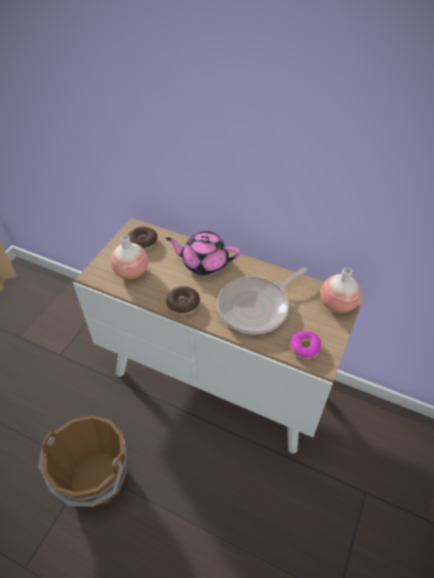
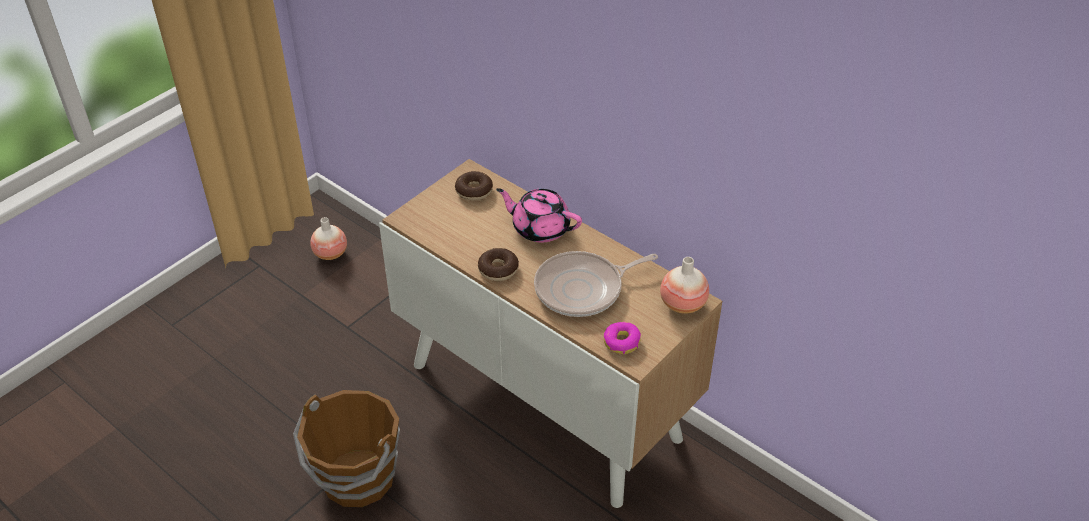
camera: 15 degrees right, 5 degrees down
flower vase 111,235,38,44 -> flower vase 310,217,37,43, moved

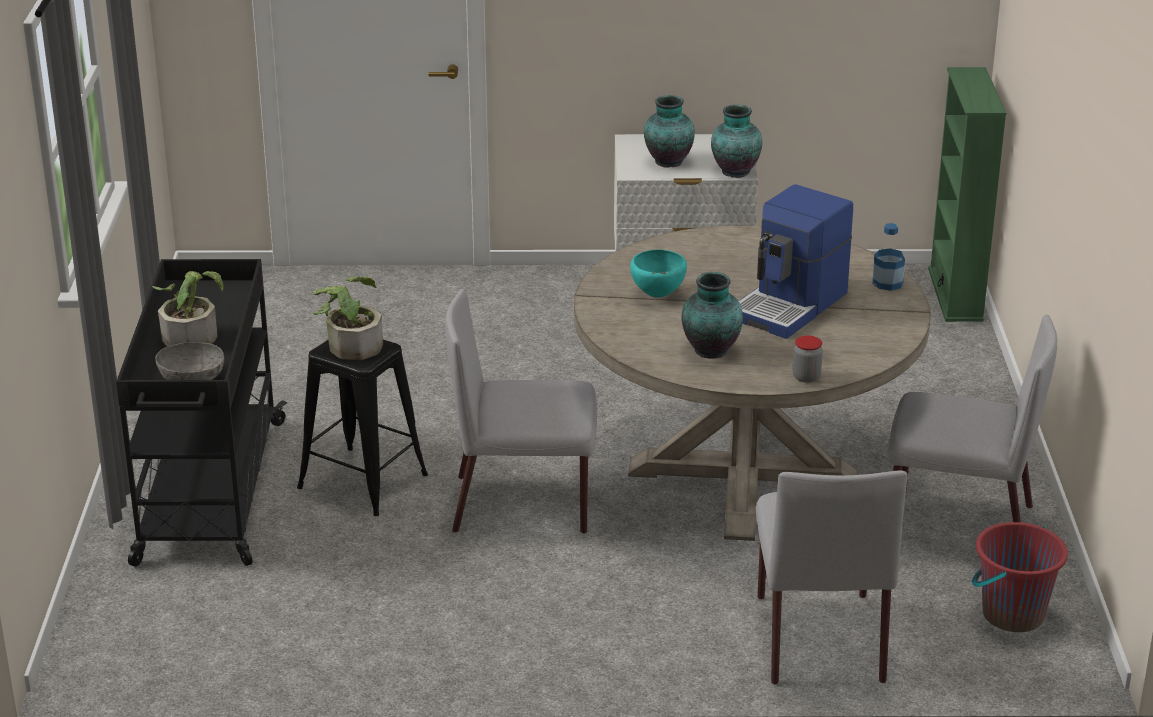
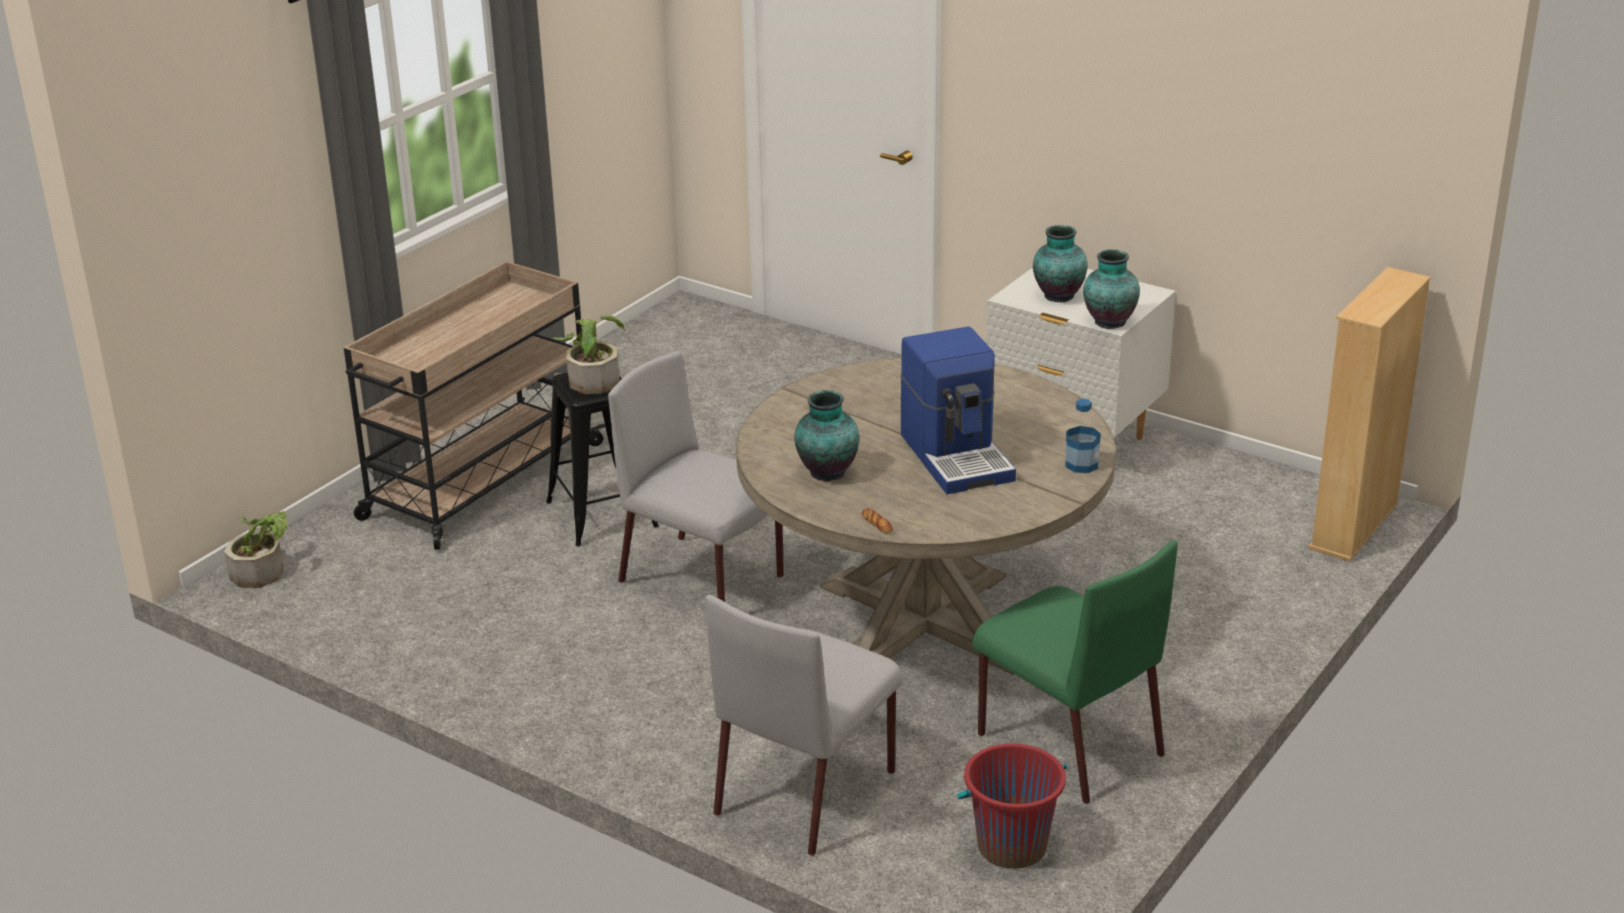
camera: 35 degrees right, 0 degrees up
deep dish/gray 155,342,69,38 -> none
deep dish/turquoise-coloured 630,250,57,48 -> none
plant in a pot 152,271,72,76 -> plant in a pot 224,511,63,77, moved
storage jar 793,336,30,47 -> baked bread 862,508,31,26
cart/blackish 116,259,171,307 -> cart/beige-coloured 344,261,261,289
chair/gray 888,314,170,208 -> chair/greenish 973,541,205,263
shelving unit/greenish 928,67,79,255 -> shelving unit/beige-coloured 1308,267,123,295
coffee machine 739,184,114,155 -> coffee machine 900,326,116,168, 90 degrees counterclockwise

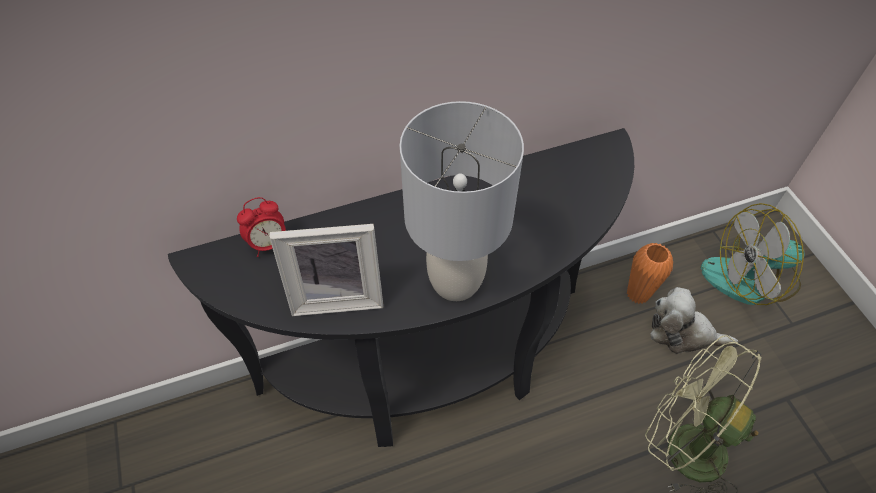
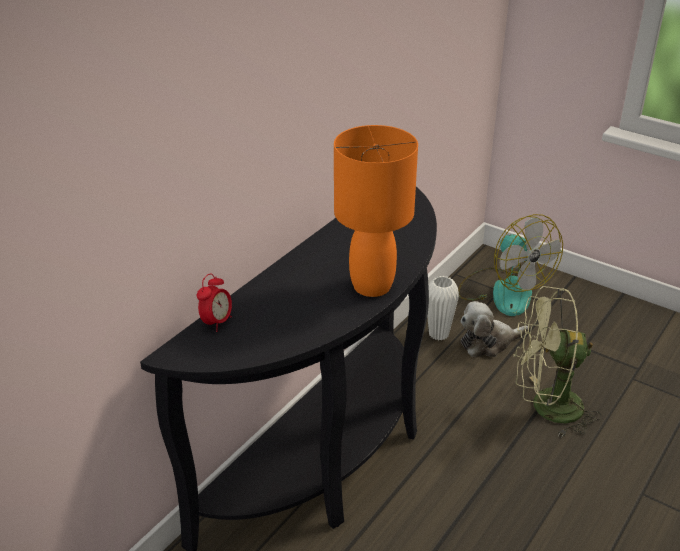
camera: 35 degrees left, 20 degrees down
picture frame 269,224,114,92 -> none
tabletop lamp/gray 399,101,125,200 -> tabletop lamp/orangey 334,125,84,172
flower vase/orangey 627,243,46,61 -> flower vase/white-coloured 427,276,32,65
cooling fan 701,203,104,102 -> cooling fan 458,214,105,102, 75 degrees counterclockwise

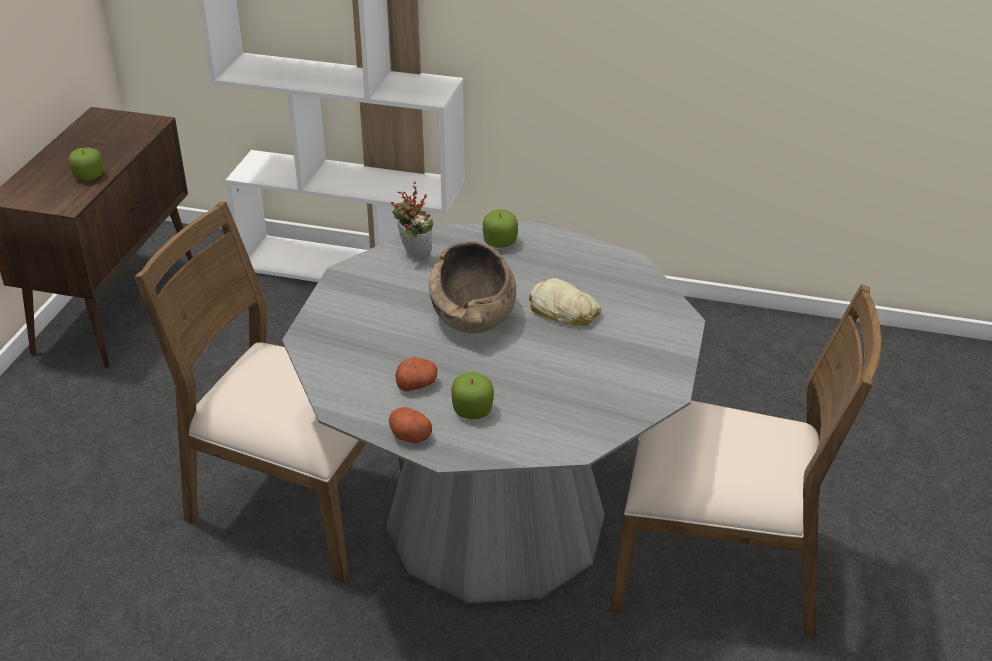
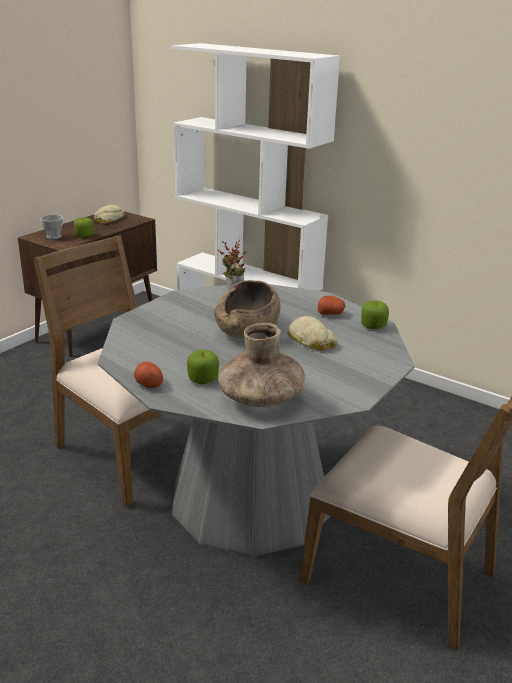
camera: 20 degrees right, 10 degrees down
none -> cup 40,215,23,24
none -> baked bread 94,205,31,19
none -> flower vase/brown 218,323,87,84
whole potato 395,357,42,34 -> whole potato 318,296,27,19, moved
apple fruit 483,209,35,39 -> apple fruit 361,300,28,29, moved

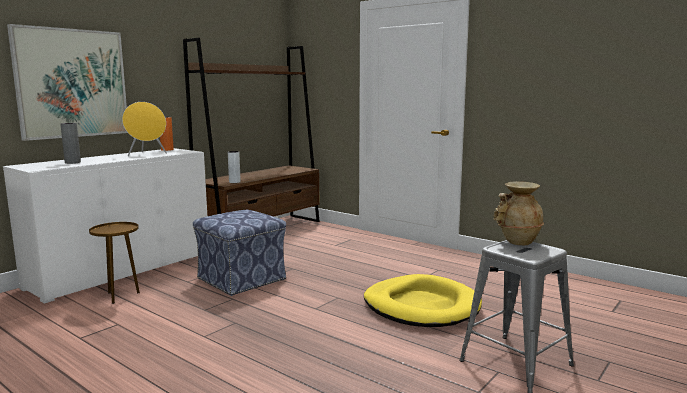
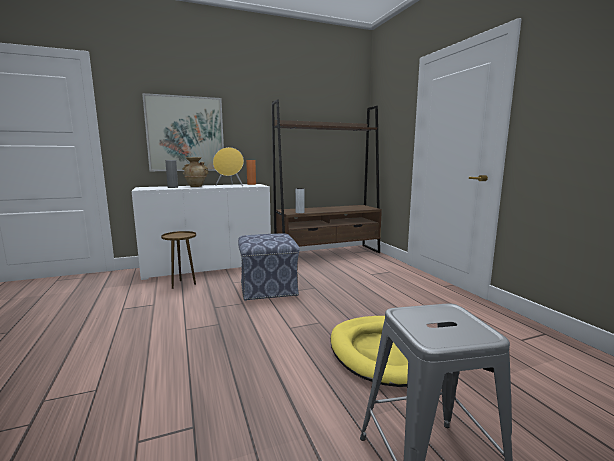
camera: 30 degrees right, 0 degrees up
flower vase/beige-coloured 493,181,51,64 -> flower vase/beige-coloured 182,157,27,30, moved

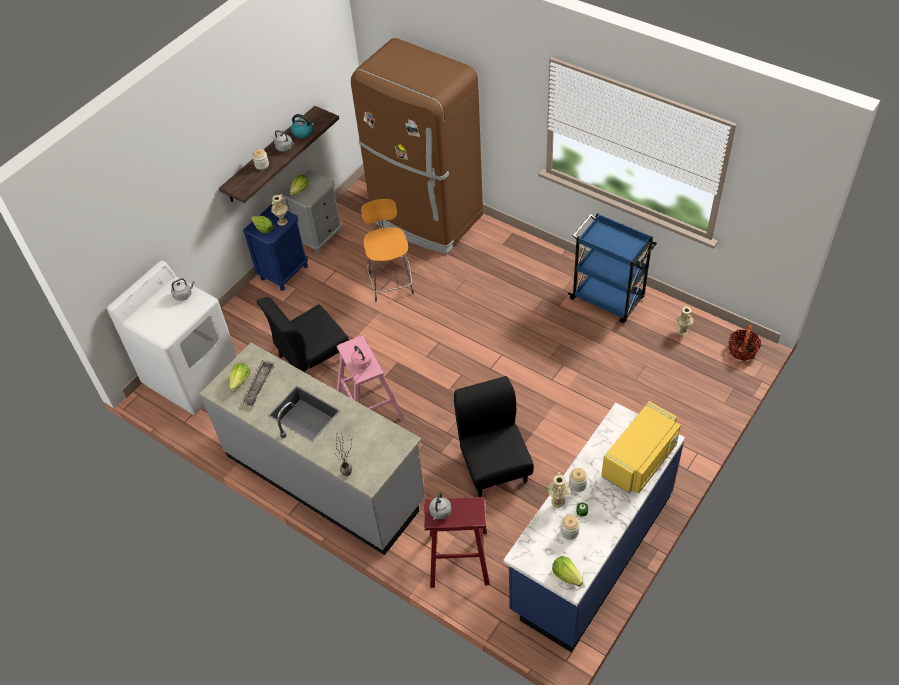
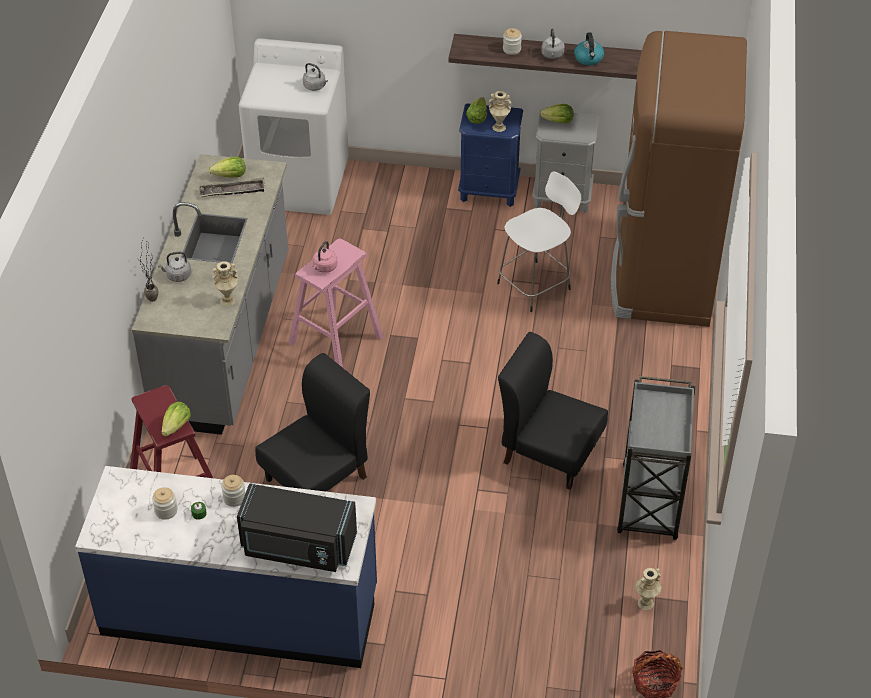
camera: 60 degrees right, 5 degrees down
chair/blackish 256,297,93,75 -> chair/blackish 498,332,110,158, moved
kettle/gray 429,493,22,27 -> kettle/gray 157,252,34,30, moved
flower vase/beige-coloured 548,472,21,36 -> flower vase/beige-coloured 212,261,26,45, moved
lettuce 552,556,31,31 -> lettuce 161,402,30,35, moved
stool seat/orangey 361,199,53,102 -> stool seat/white-coloured 497,171,85,141
cart/blue-coloured 568,213,89,110 -> cart/gray 617,376,79,164
kitchen microwave/yellowish 601,401,80,93 -> kitchen microwave/blackish 237,483,120,89

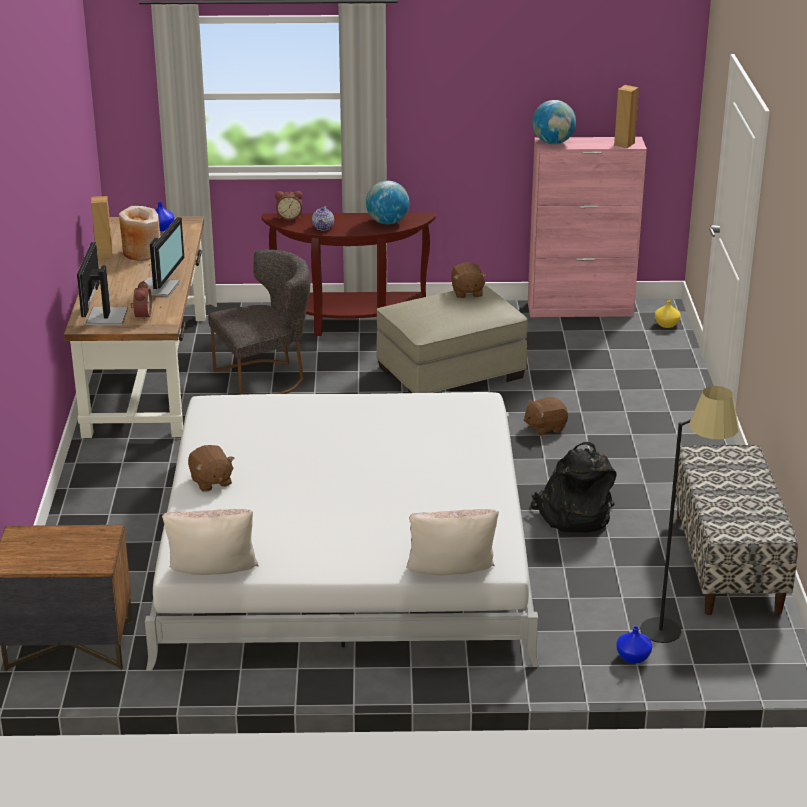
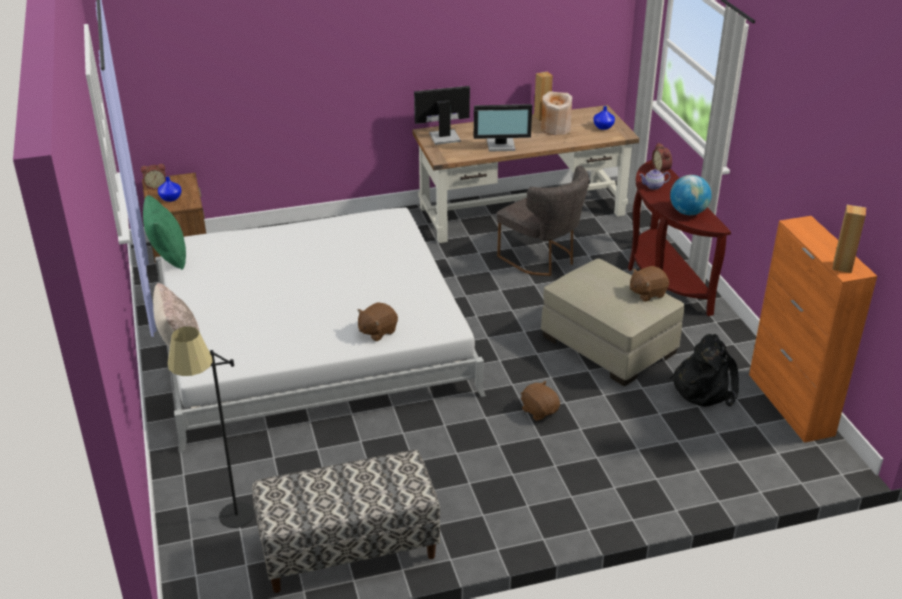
camera: 75 degrees right, 5 degrees up
world globe 532,100,44,44 -> none
flower vase/yellowish 655,300,26,28 -> none
bedside clock 130,281,22,40 -> bedside clock 141,164,25,26, moved
plush toy/brown 188,445,46,47 -> plush toy/brown 357,302,41,39, moved
rucksack/blackish 531,442,86,90 -> rucksack/blackish 670,334,69,73, moved
flower vase/blue-coloured 616,626,36,38 -> flower vase/blue-coloured 158,177,24,25, moved
throw pillow/beige-coloured 162,509,97,66 -> throw pillow/greenish 143,195,43,75
cabinet/pink 528,137,119,180 -> cabinet/orangey 749,216,128,227

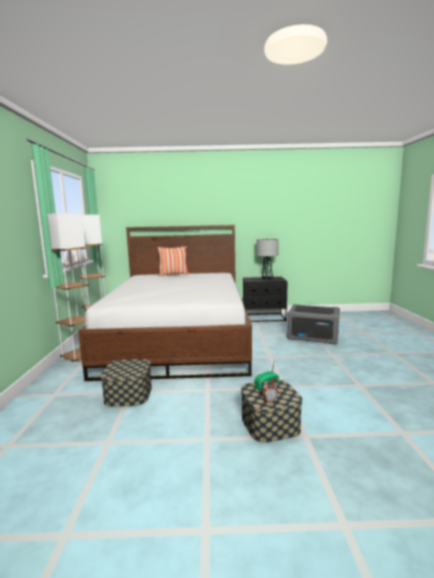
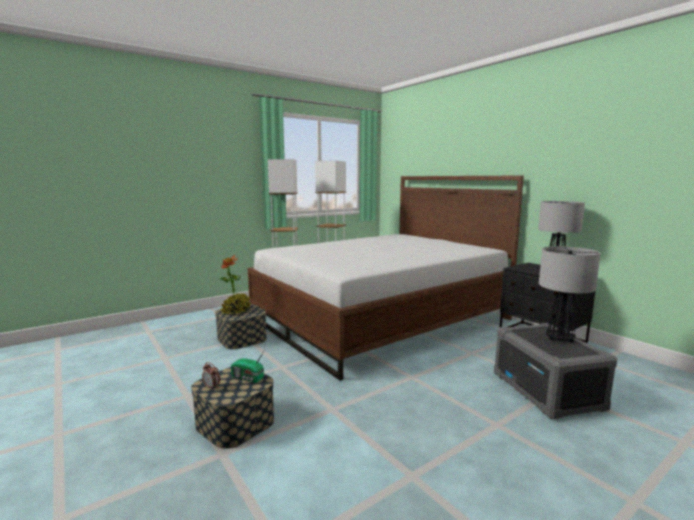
camera: 55 degrees right, 0 degrees up
throw pillow 157,246,32,30 -> none
none -> plant in a pot 220,255,31,59
none -> tabletop lamp 539,246,62,96

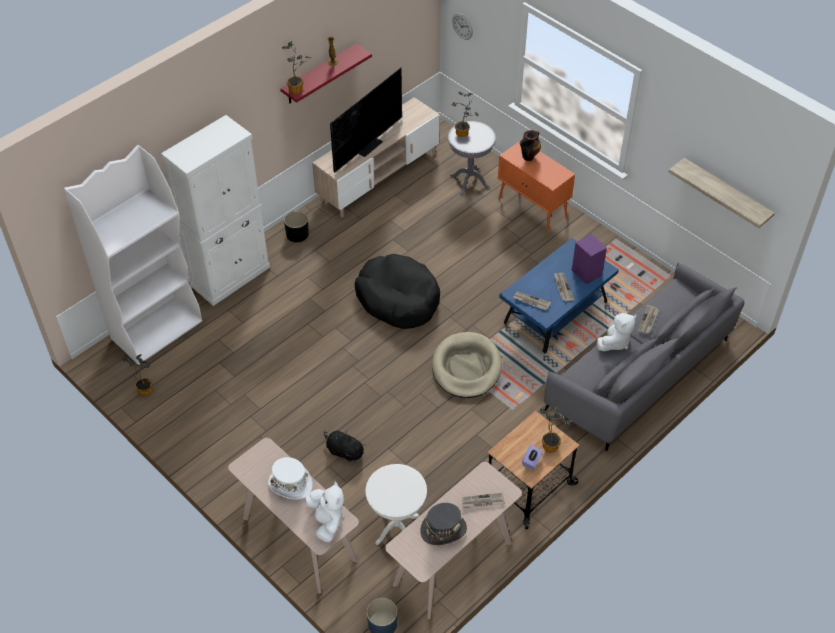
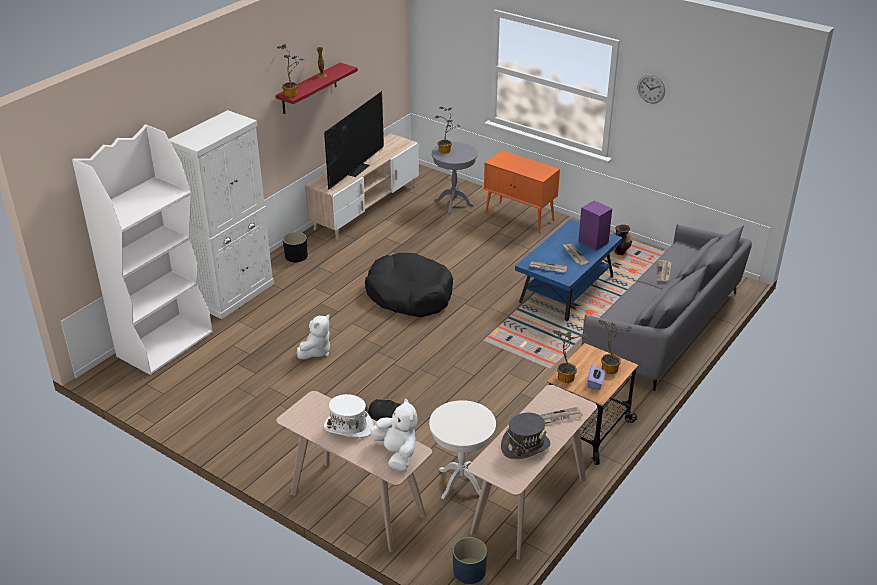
camera: 10 degrees left, 15 degrees down
pet bed/beige-coloured 432,332,70,66 -> none
bracket shelf 669,158,106,70 -> none
plant in a pot 123,354,29,42 -> plant in a pot 553,330,34,53, moved
wall clock 452,13,21,27 -> wall clock 638,75,27,29, moved
flower vase 519,130,22,31 -> flower vase 614,224,18,31, moved
plush toy/white-coloured 597,313,40,39 -> plush toy/white-coloured 297,314,33,46, moved

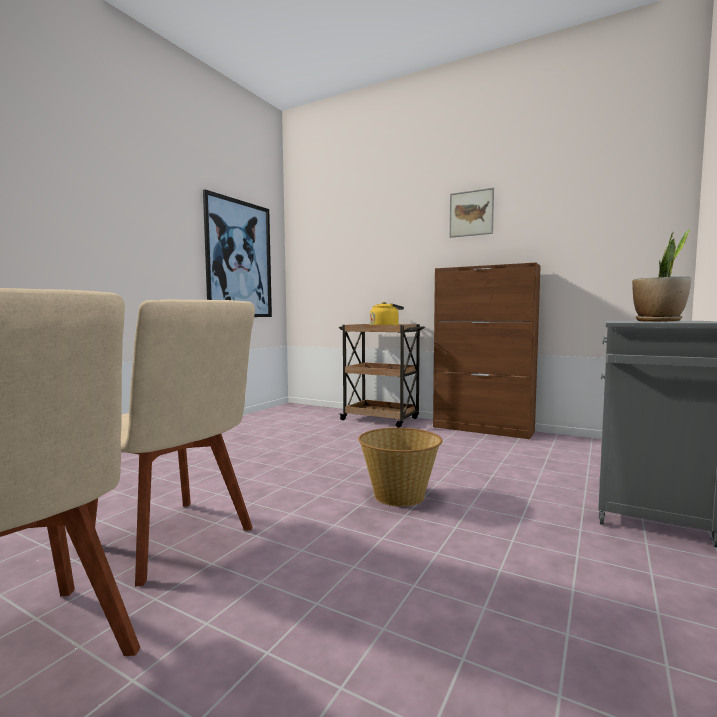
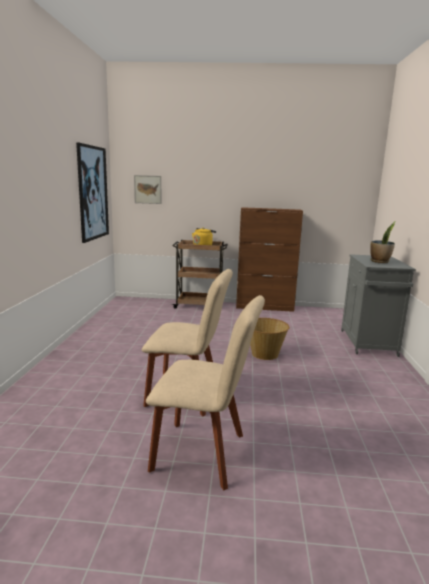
camera: 25 degrees left, 10 degrees up
wall art 449,188,45,50 -> wall art 134,175,27,29, moved

